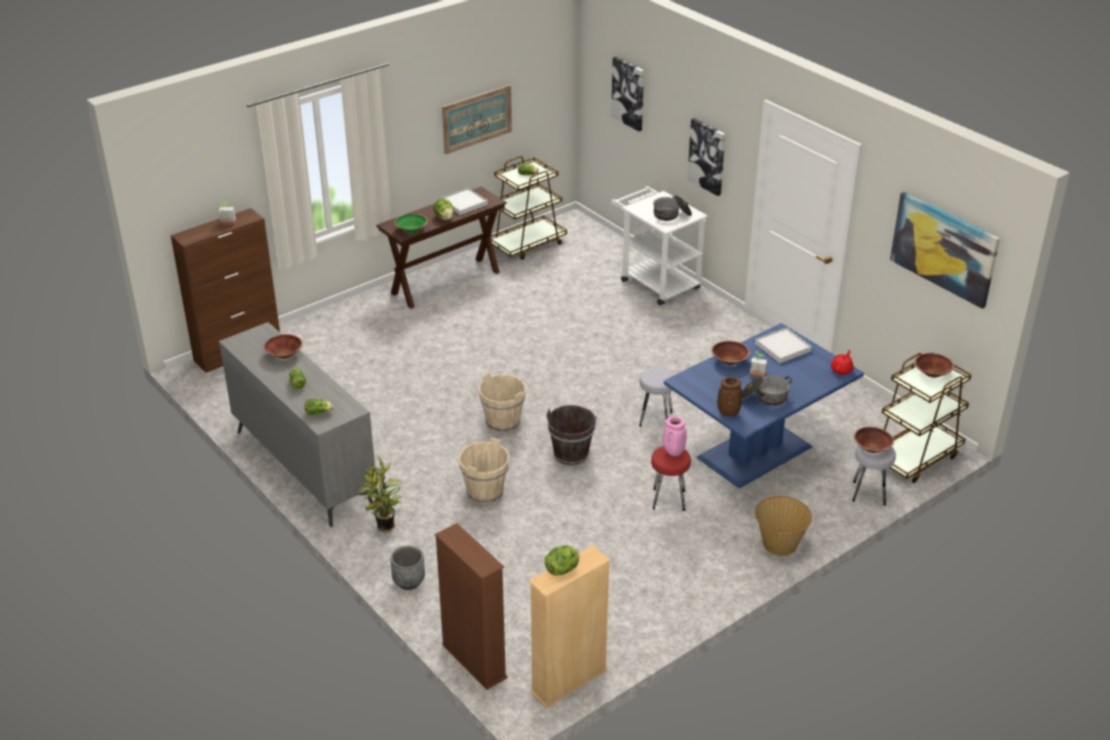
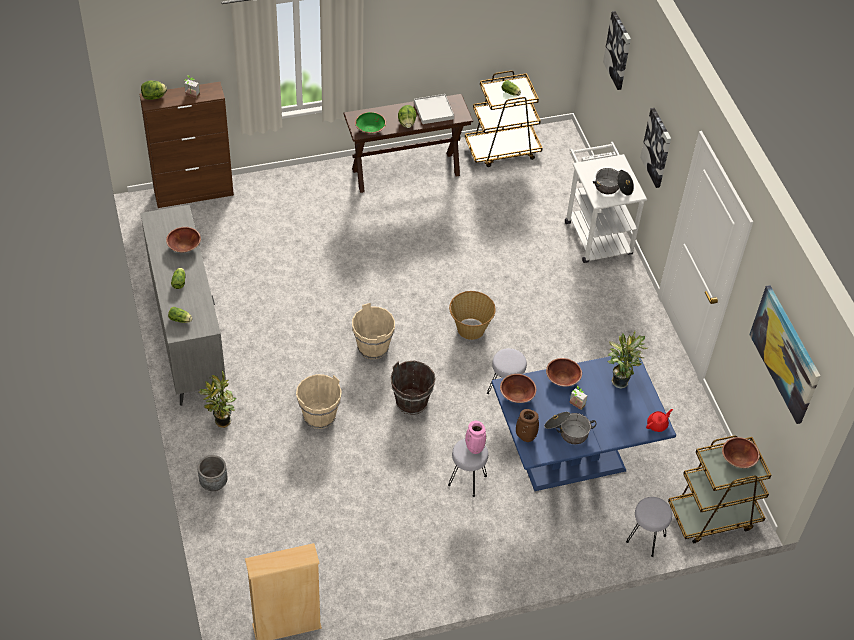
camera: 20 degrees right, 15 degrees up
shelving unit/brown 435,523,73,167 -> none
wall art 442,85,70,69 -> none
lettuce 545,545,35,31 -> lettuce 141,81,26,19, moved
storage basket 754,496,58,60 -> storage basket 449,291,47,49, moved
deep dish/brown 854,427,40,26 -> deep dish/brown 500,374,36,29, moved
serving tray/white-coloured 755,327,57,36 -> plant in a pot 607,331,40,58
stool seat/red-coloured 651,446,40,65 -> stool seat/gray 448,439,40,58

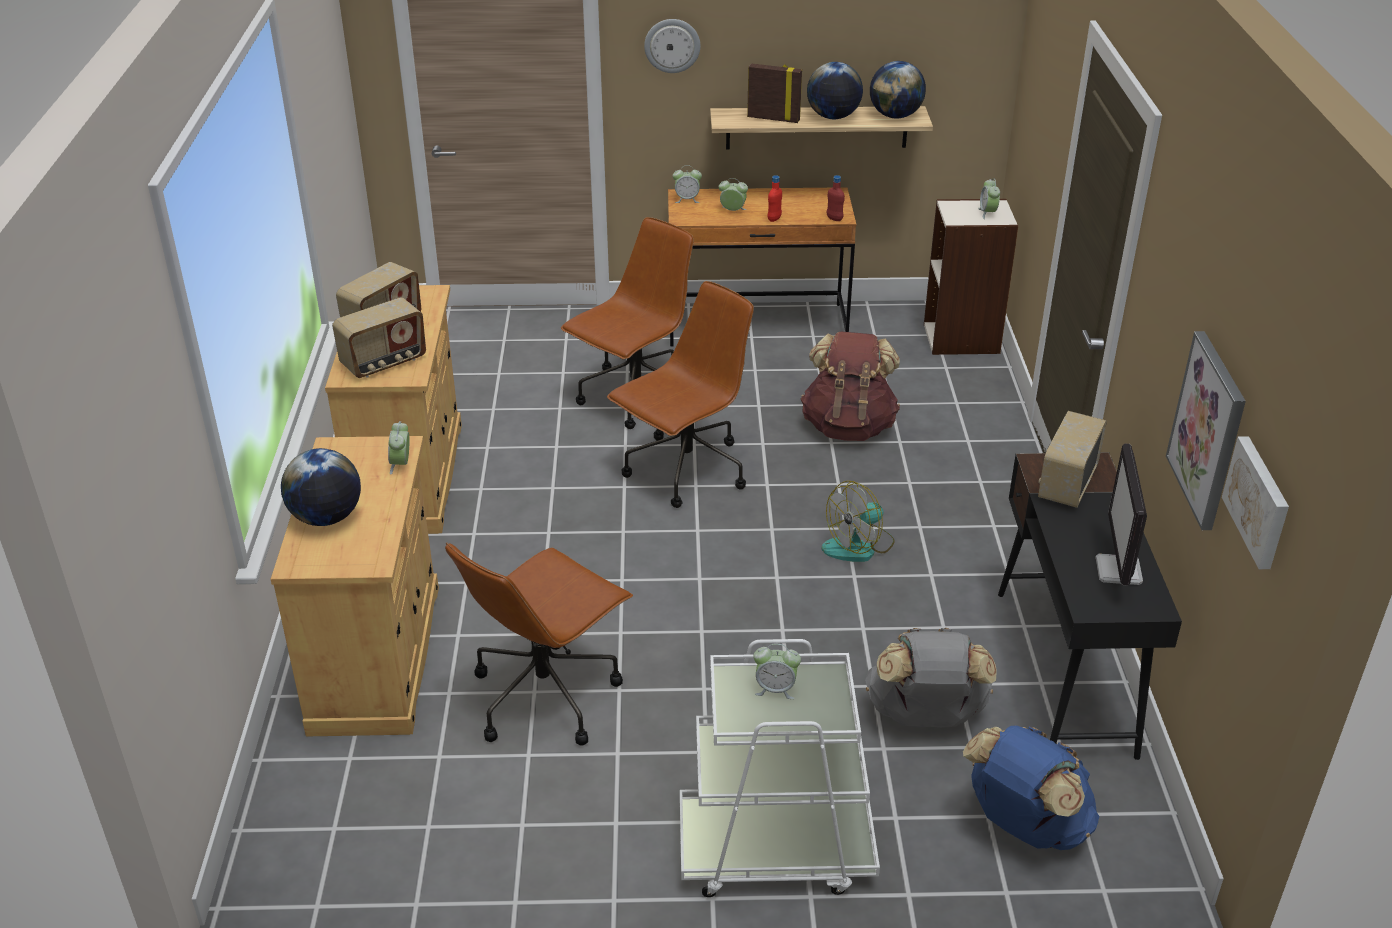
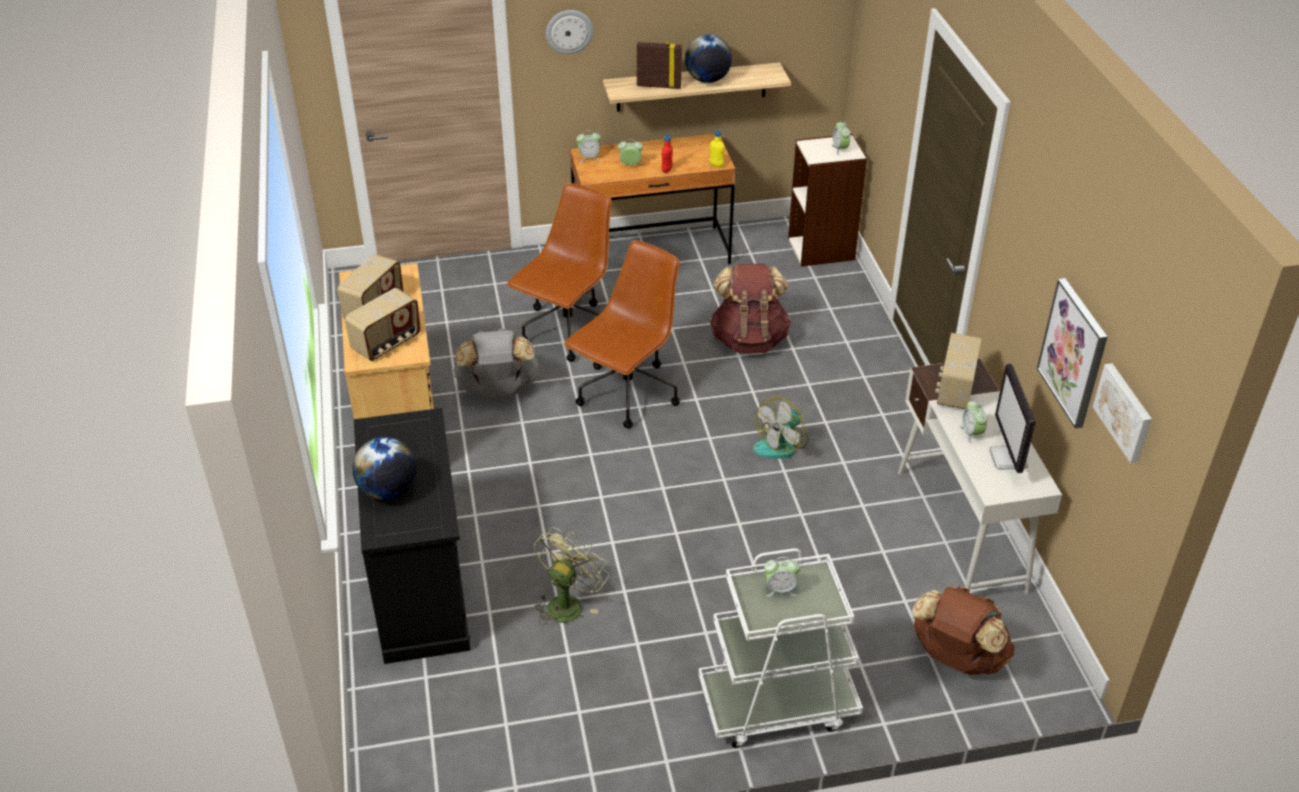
camera: 10 degrees left, 5 degrees up
world globe 870,61,56,57 -> none
bedside clock 388,421,21,54 -> bedside clock 960,400,28,44, moved
rucksack/gray 865,628,132,100 -> rucksack/gray 454,328,85,70, moved
office chair/brown 445,542,188,204 -> cooling fan/greenish 534,527,75,98
cabinet/beige-coloured 270,436,169,301 -> cabinet/blackish 354,408,117,256
bottle/red-coloured 827,175,18,46 -> bottle/yellowish 709,130,16,37
rucksack/blue-coloured 963,725,137,125 -> rucksack/brown 912,586,103,89
desk unit/blackish 998,452,184,308 -> desk unit/white-coloured 898,358,164,236

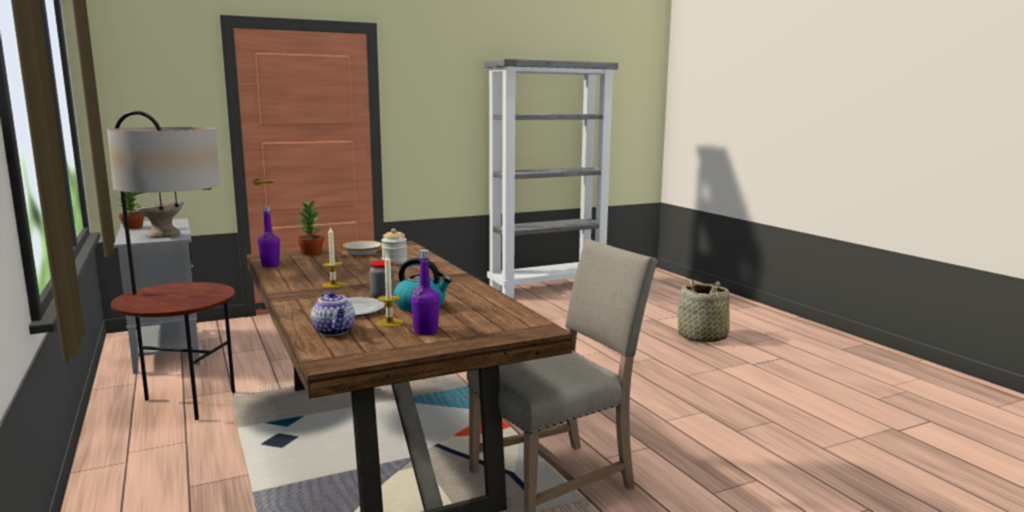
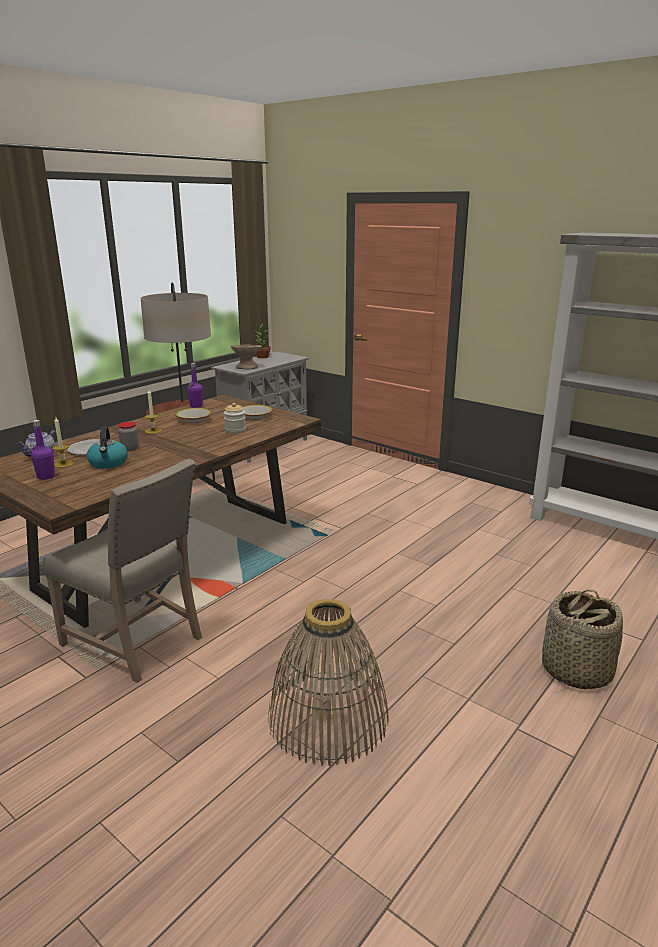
camera: 65 degrees right, 10 degrees up
plant in a pot 296,199,28,56 -> none
none -> deep dish 175,408,37,15
none -> storage basket 268,599,120,167

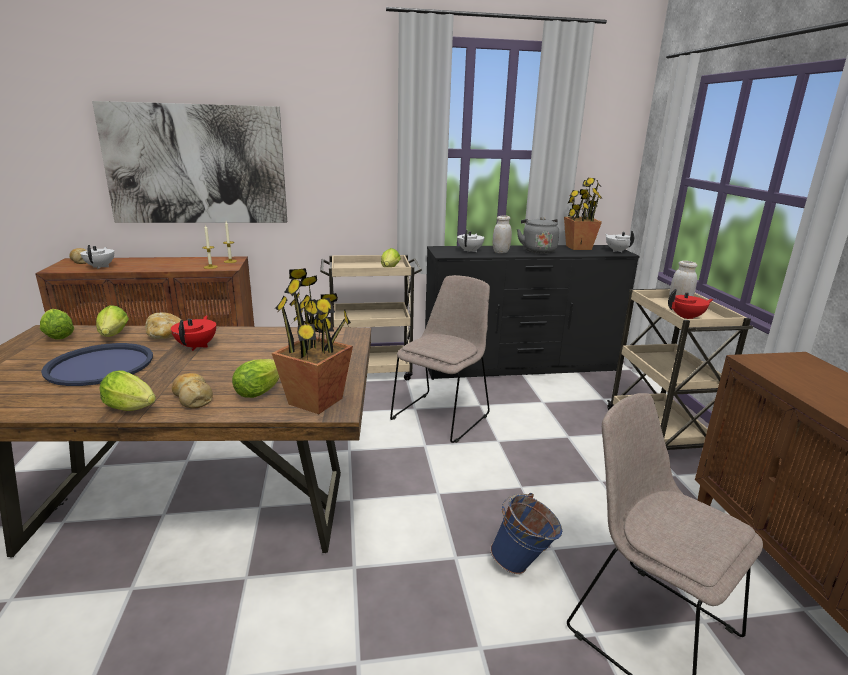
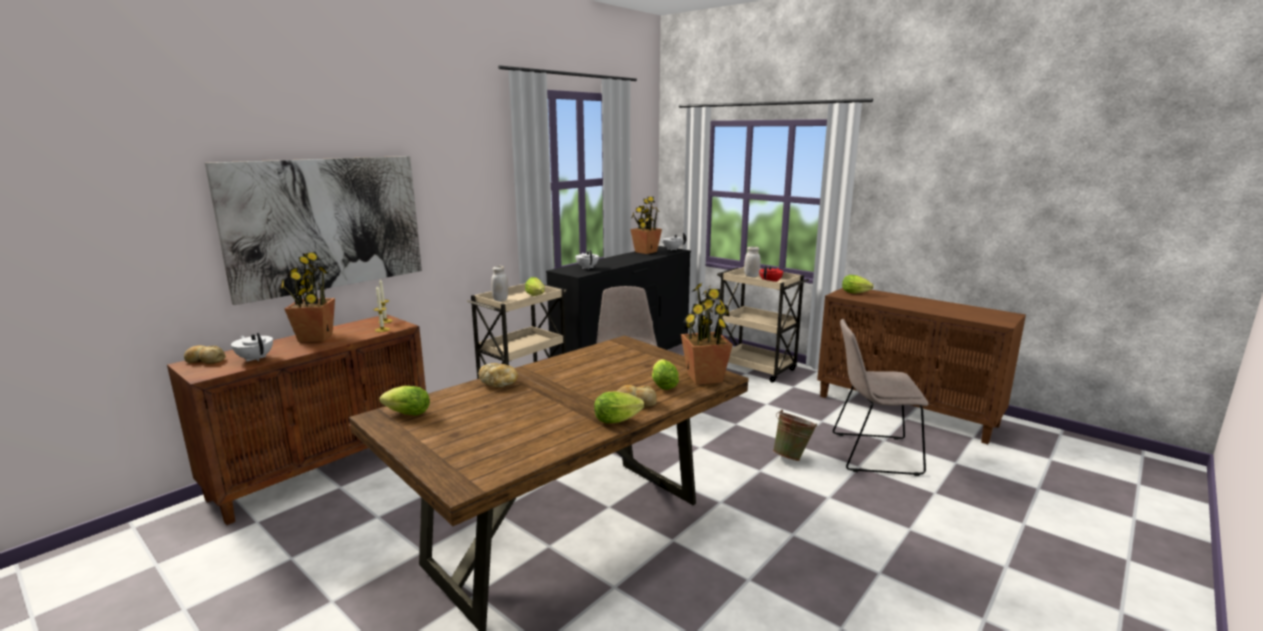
camera: 40 degrees left, 5 degrees down
serving tray/blue-coloured 41,343,112,43 -> none
tea pot/red-coloured 171,315,45,36 -> none
kettle/gray 517,217,42,37 -> none
none -> plant in a pot 280,252,55,90
lettuce 96,305,33,32 -> lettuce 842,275,32,19, moved
storage jar/white-coloured 493,215,19,38 -> storage jar/white-coloured 491,266,17,36, moved
water bucket/blue-coloured 490,493,72,81 -> water bucket/greenish 773,410,44,51

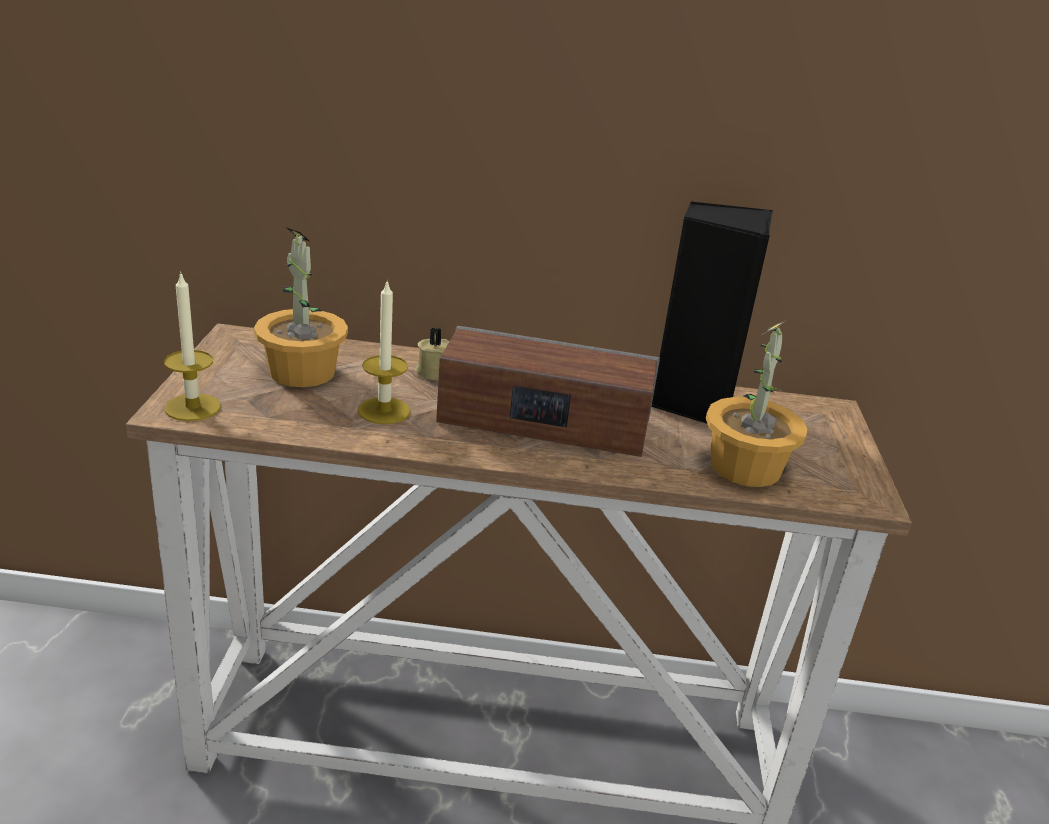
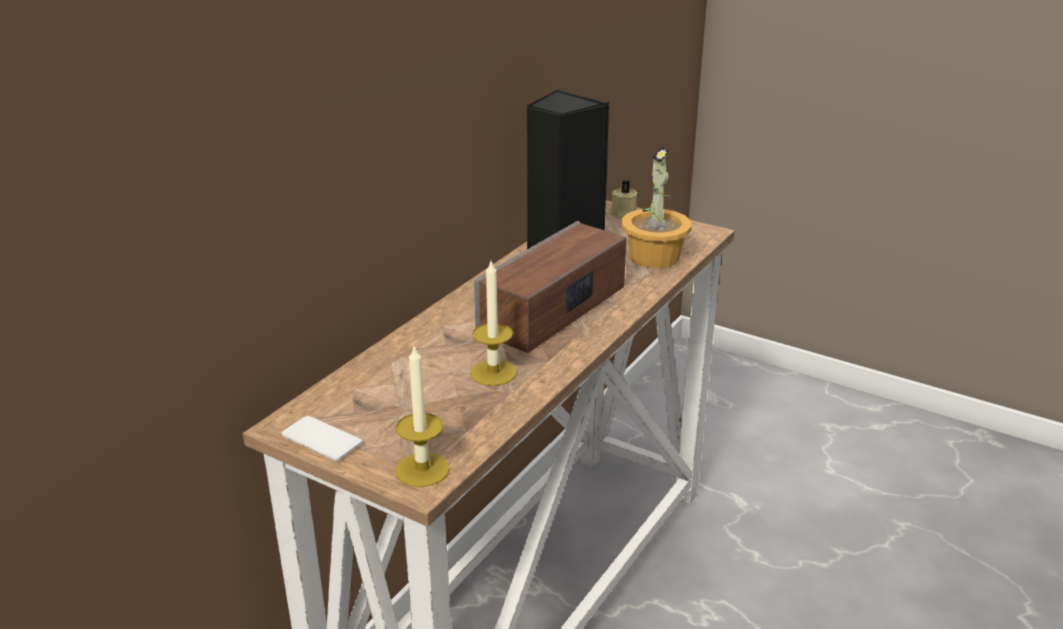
camera: 60 degrees left, 0 degrees up
plant in a pot 254,228,94,159 -> none
none -> phone 282,416,80,45
candle/beige-coloured 415,328,34,53 -> candle/beige-coloured 609,180,29,39, moved

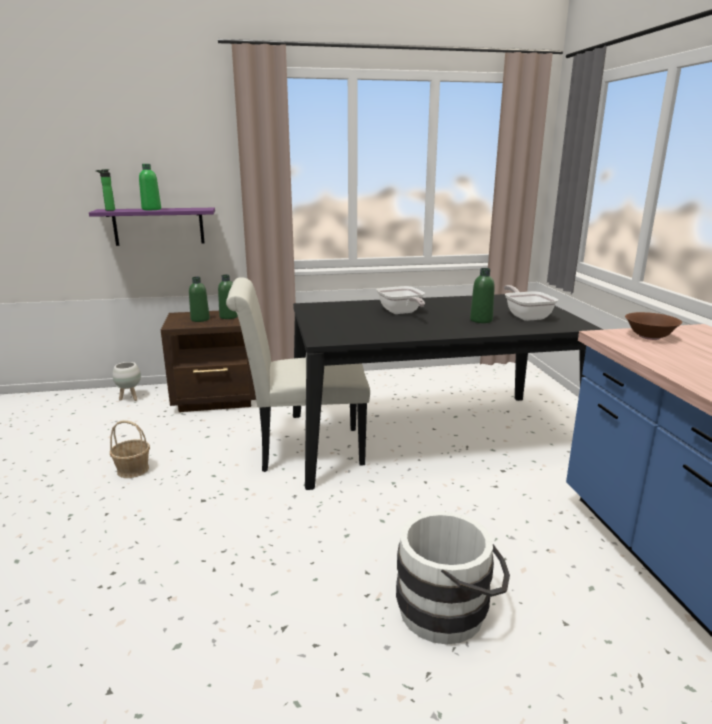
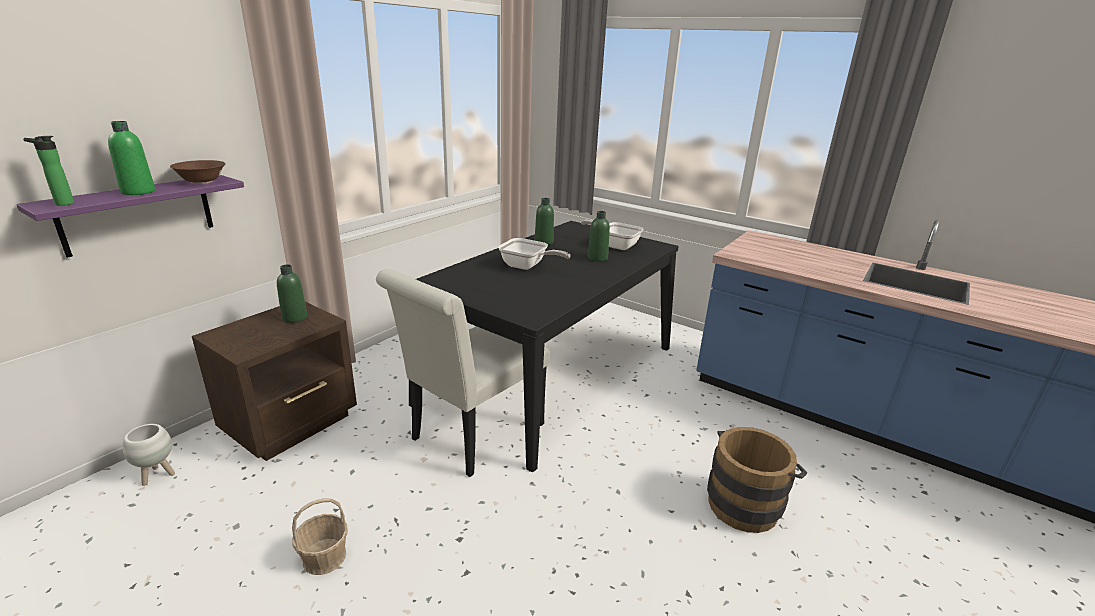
camera: 45 degrees left, 5 degrees up
bottle/greenish 189,277,21,45 -> bottle/greenish 535,198,19,47, moved
deep dish/brown 625,312,57,28 -> deep dish/brown 170,160,56,24, moved
water bucket/white-coloured 396,511,114,133 -> water bucket/brown 707,427,100,106

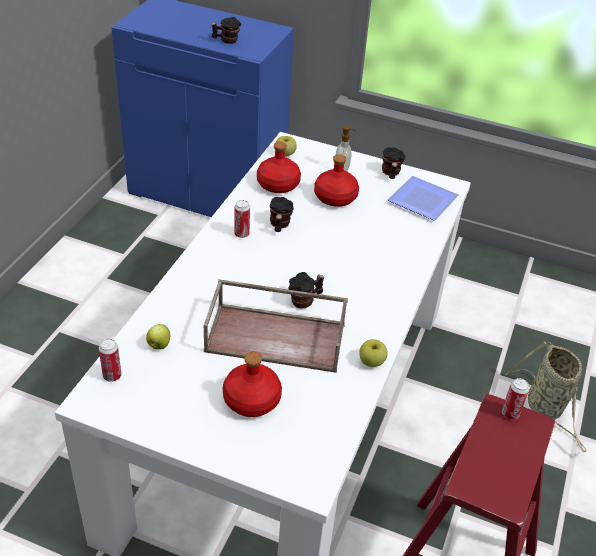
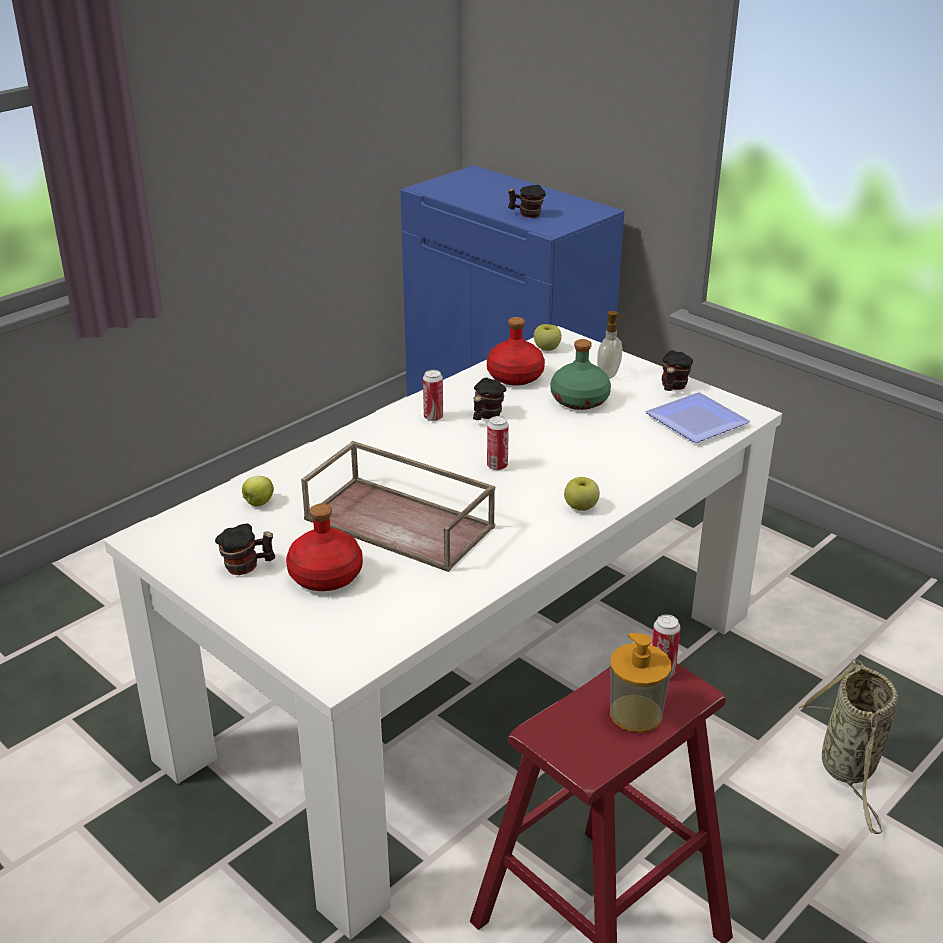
camera: 25 degrees right, 10 degrees down
none -> liquid soap bottle 610,633,61,100
sealed can 99,339,22,43 -> sealed can 487,416,22,54, moved
coffee mug 288,272,37,37 -> coffee mug 215,523,60,52, moved
apple fruit 359,339,29,28 -> apple fruit 564,477,36,34, moved
bottle/red-coloured 314,154,45,53 -> bottle/greenish 551,339,60,71

